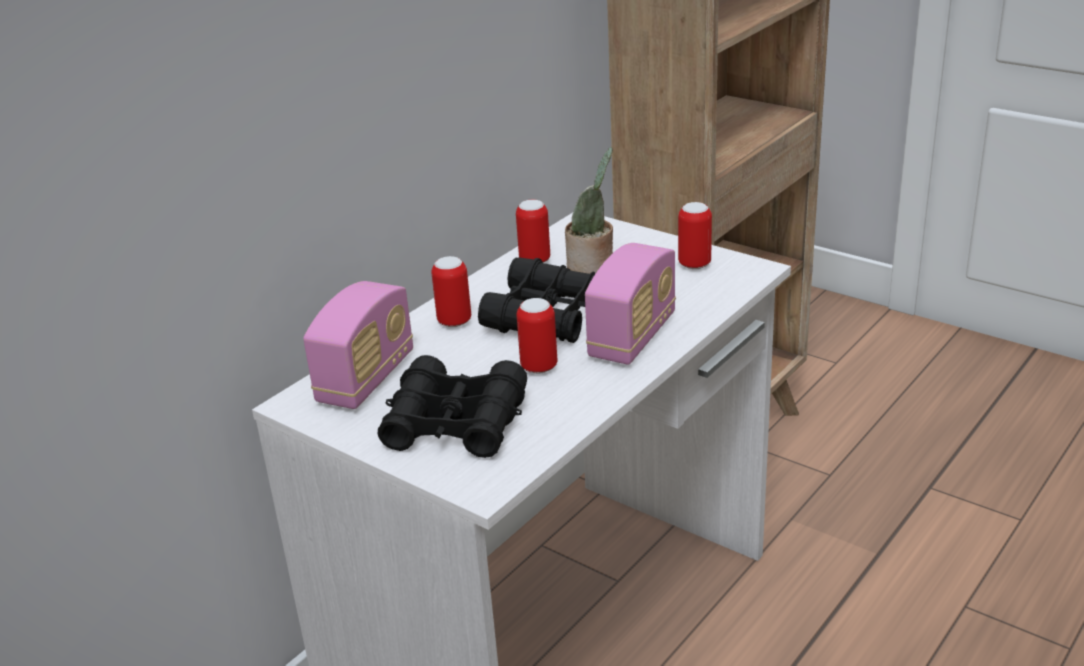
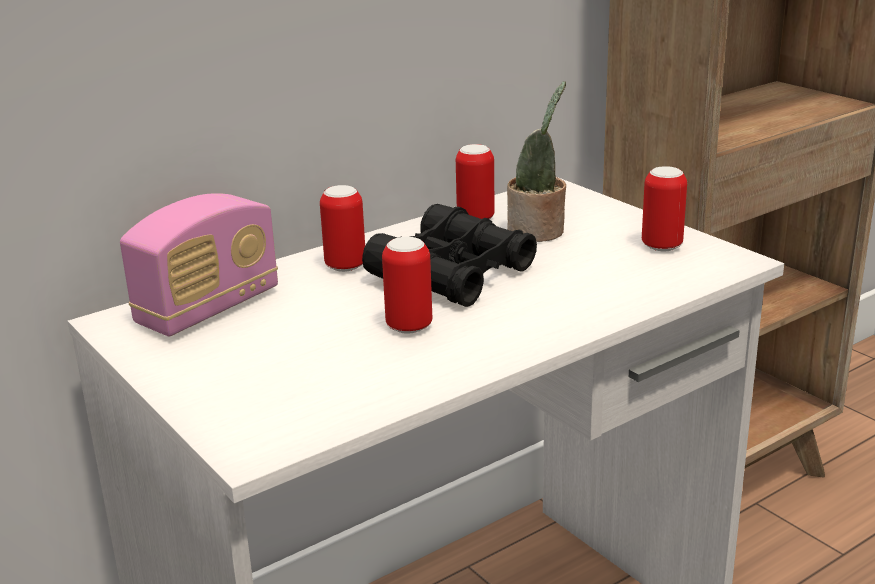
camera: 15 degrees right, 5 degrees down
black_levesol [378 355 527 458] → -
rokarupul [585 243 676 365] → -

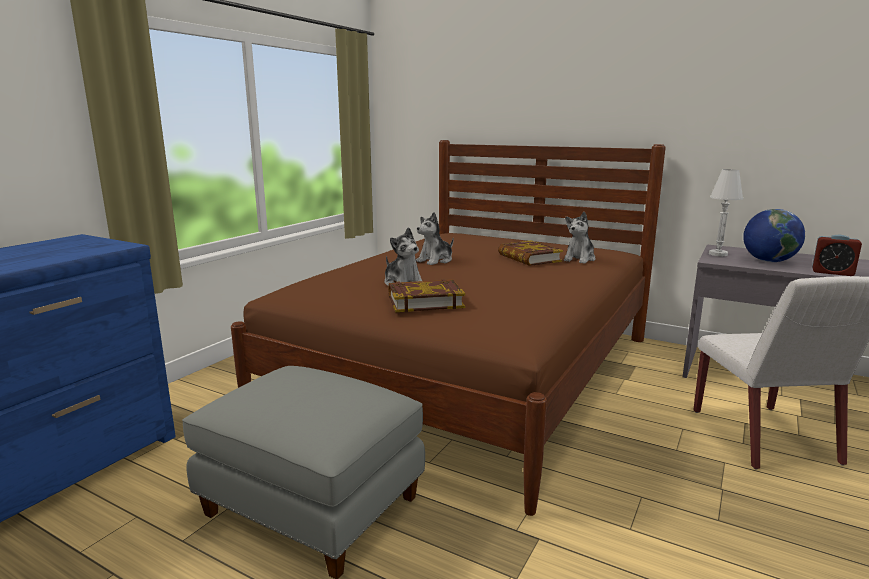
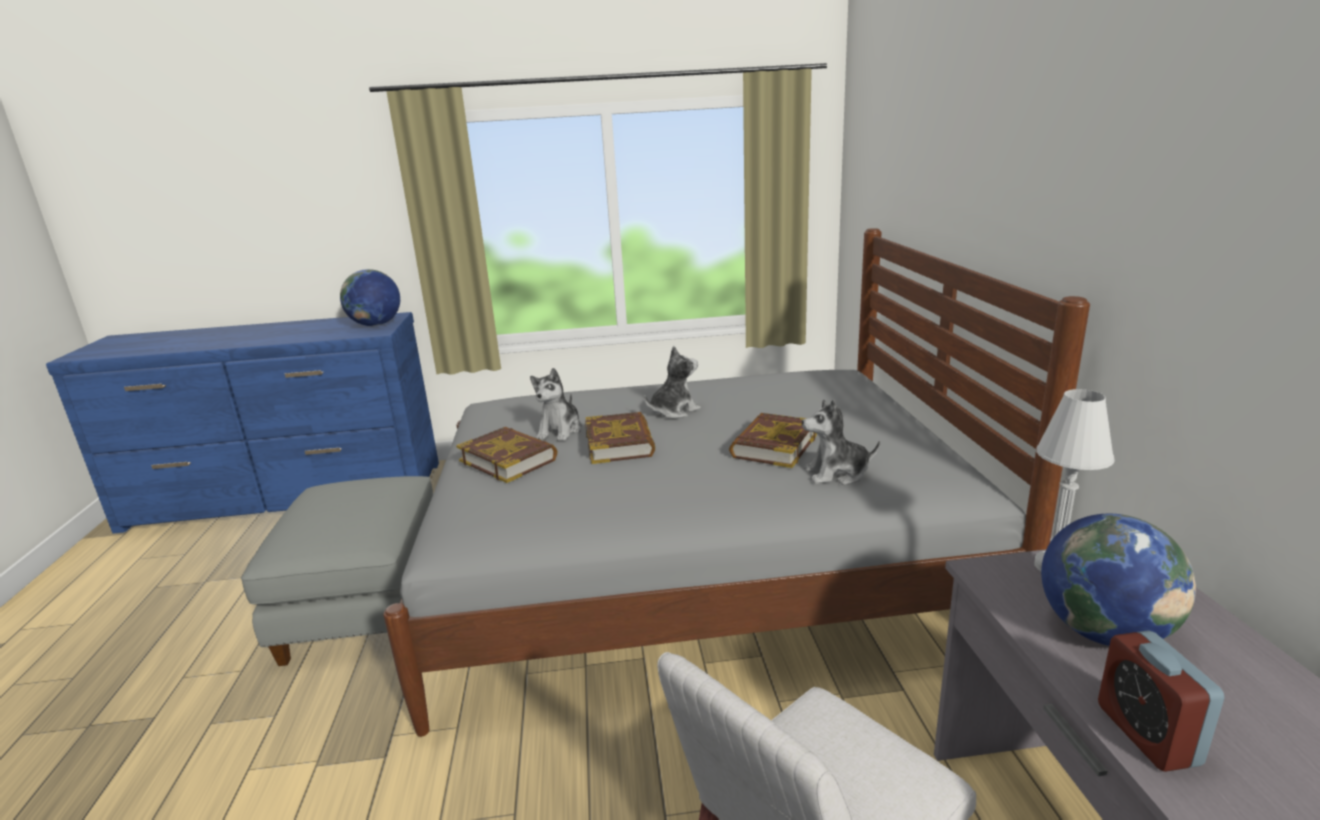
camera: 55 degrees right, 5 degrees up
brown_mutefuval [231 140 666 516] → grey_mutefuval [383 228 1090 737]
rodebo [416 212 454 265] → rodebo [644 346 701 419], 135 degrees clockwise
- → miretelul [340 269 400 326]
- → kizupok [585 412 655 464]

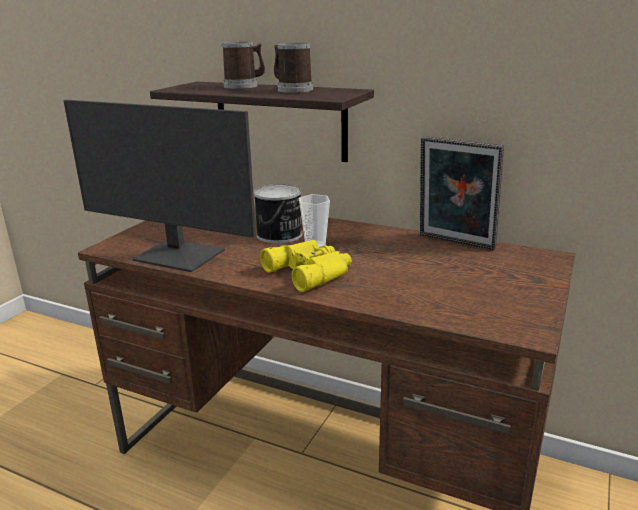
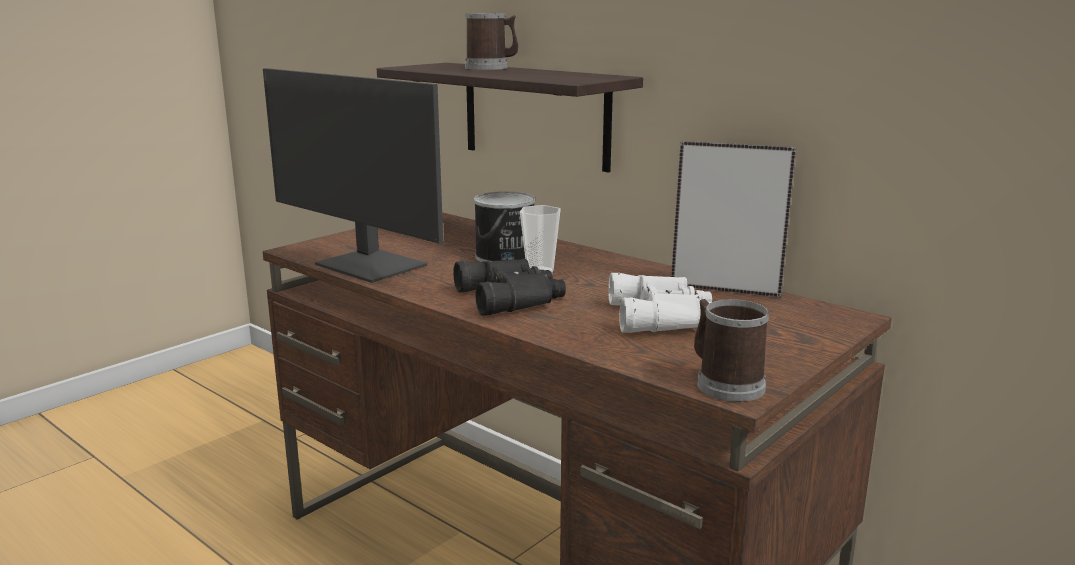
camera: 15 degrees right, 5 degrees down
yellow_levesol [260 240 352 292] → black_levesol [453 259 566 316]
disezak [274 43 313 93] → disezak [694 299 770 402], shifted
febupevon [420 136 504 250] → febupevon [671 141 796 297], 150 degrees clockwise
- → white_levesol [608 273 712 333]

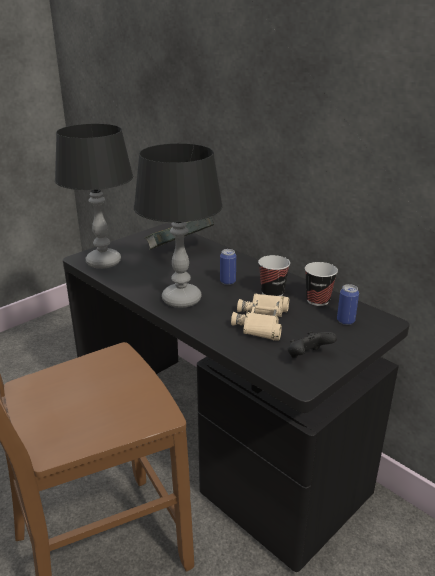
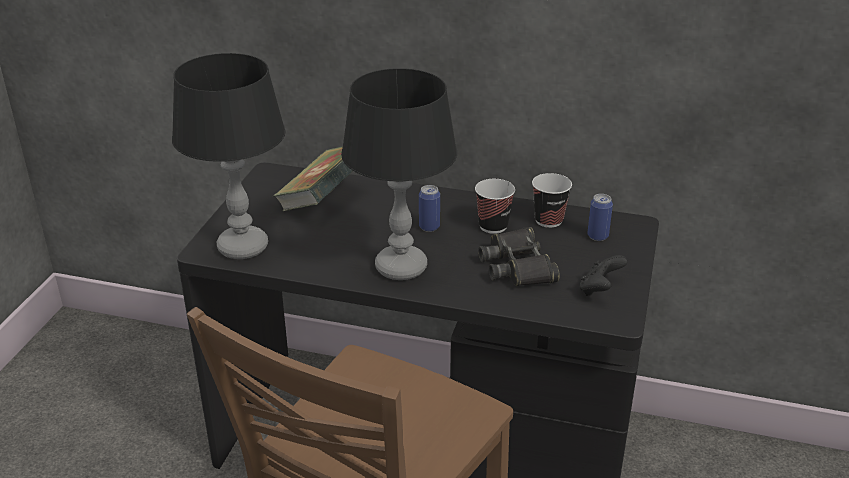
camera: 30 degrees left, 5 degrees up
beige_levesol [231 293 289 341] → black_levesol [478 227 560 286]

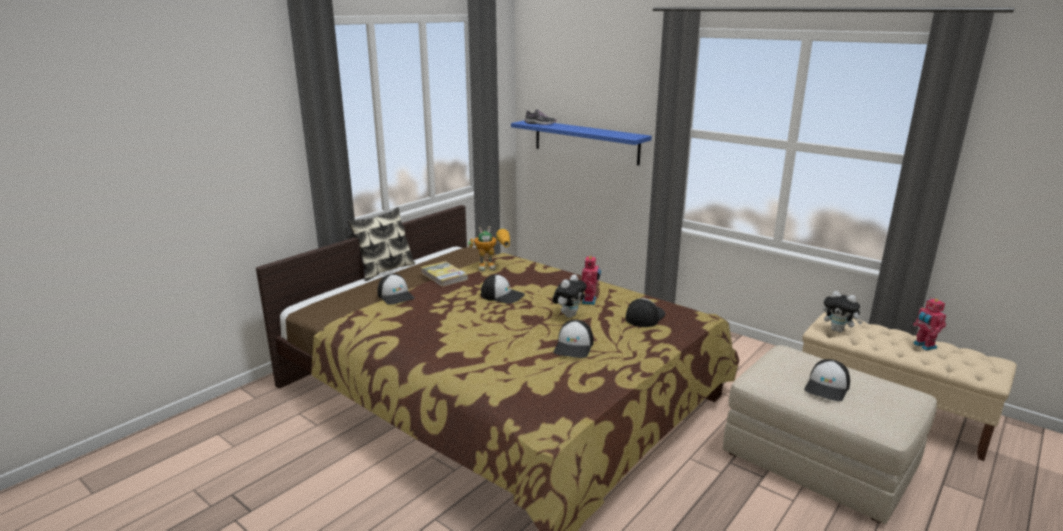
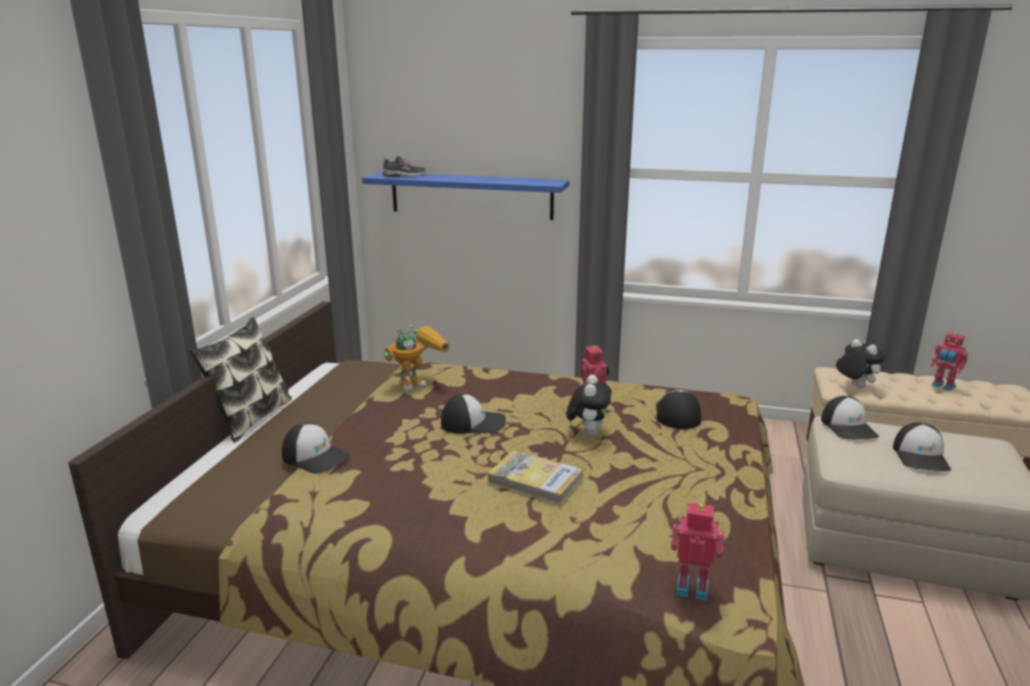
camera: 25 degrees left, 0 degrees up
kizupok [421 261 468 287] → kizupok [488 450 583 505], shifted
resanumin [553 320 593 358] → resanumin [821 396 879 440], shifted
rodebo [823 291 862 333] → rodebo [836 339 885 388], 135 degrees counterclockwise
- → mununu [671 502 725 601]

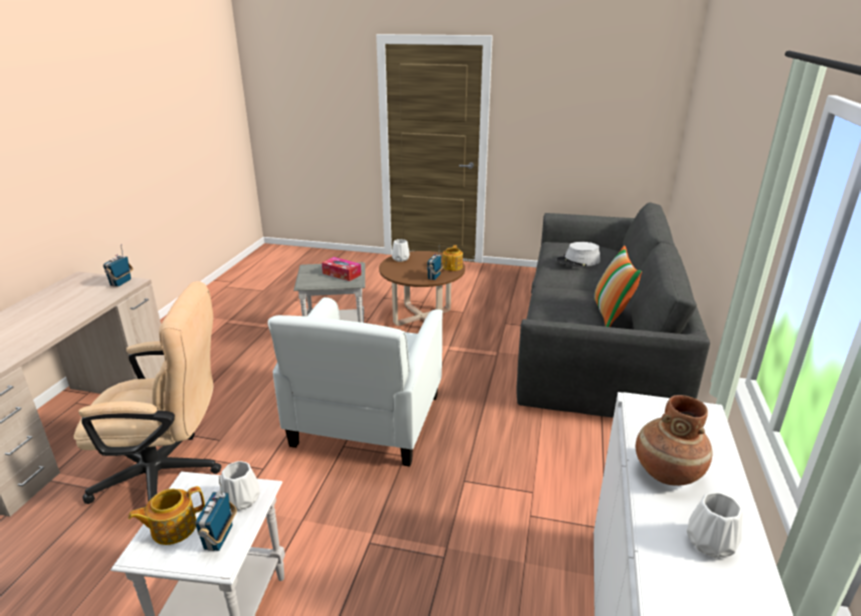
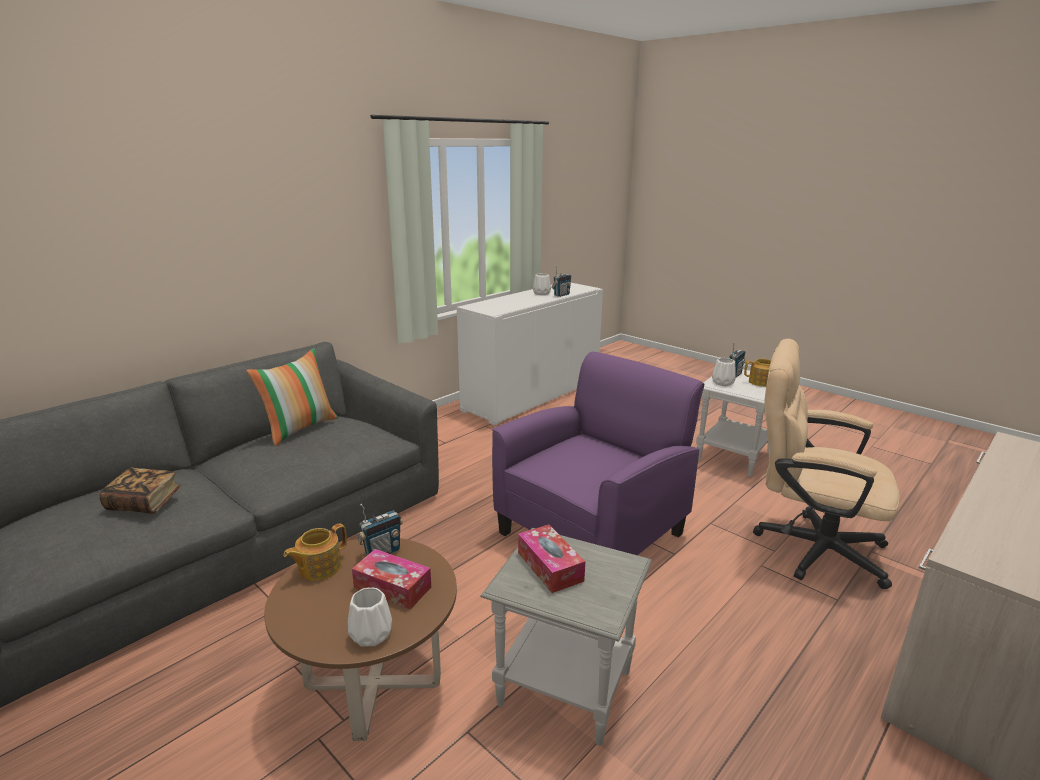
camera: 150 degrees left, 5 degrees down
rokarupul [103 244 133 287] → rokarupul [551 266 571 297], shifted
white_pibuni [268 297 443 467] → purple_pibuni [492 352 704 555]
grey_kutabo [557 242 600 267] → kizupok [99 468 181 514]
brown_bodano [636 395 712 486] → -
- → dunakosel [352 549 431 609]

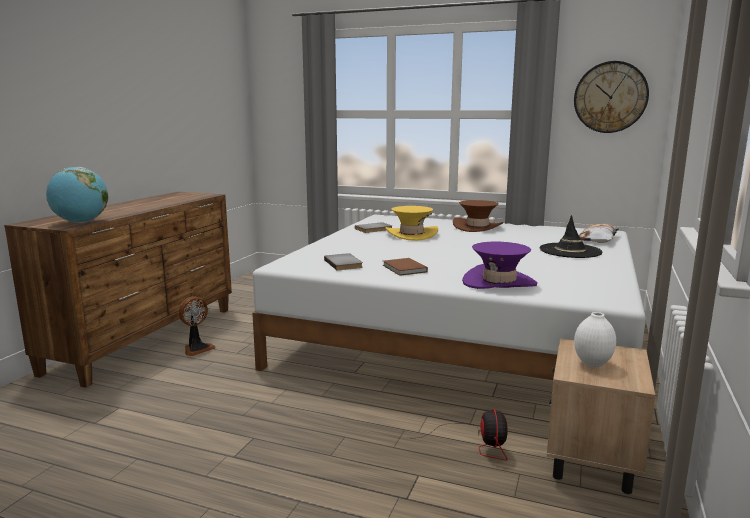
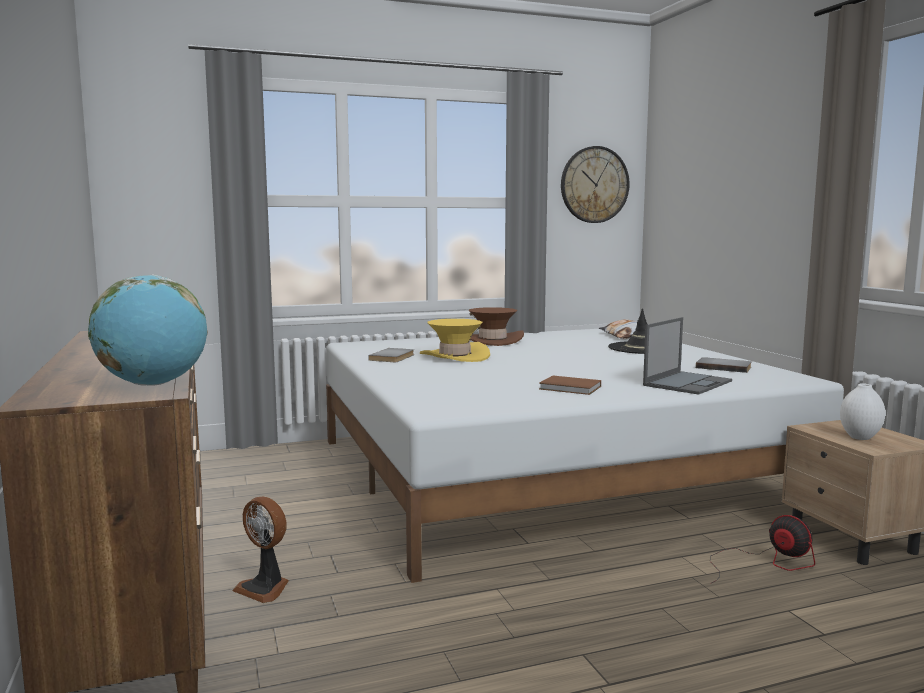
camera: 40 degrees left, 5 degrees down
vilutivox [178 297 215 356] → vilutivox [232 496 288 603], 120 degrees clockwise
grey_kizupok [324 253 363 270] → grey_kizupok [696 357 751 373], shifted
purple_kutabo [462 242 537 289] → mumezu [643 317 732 395]

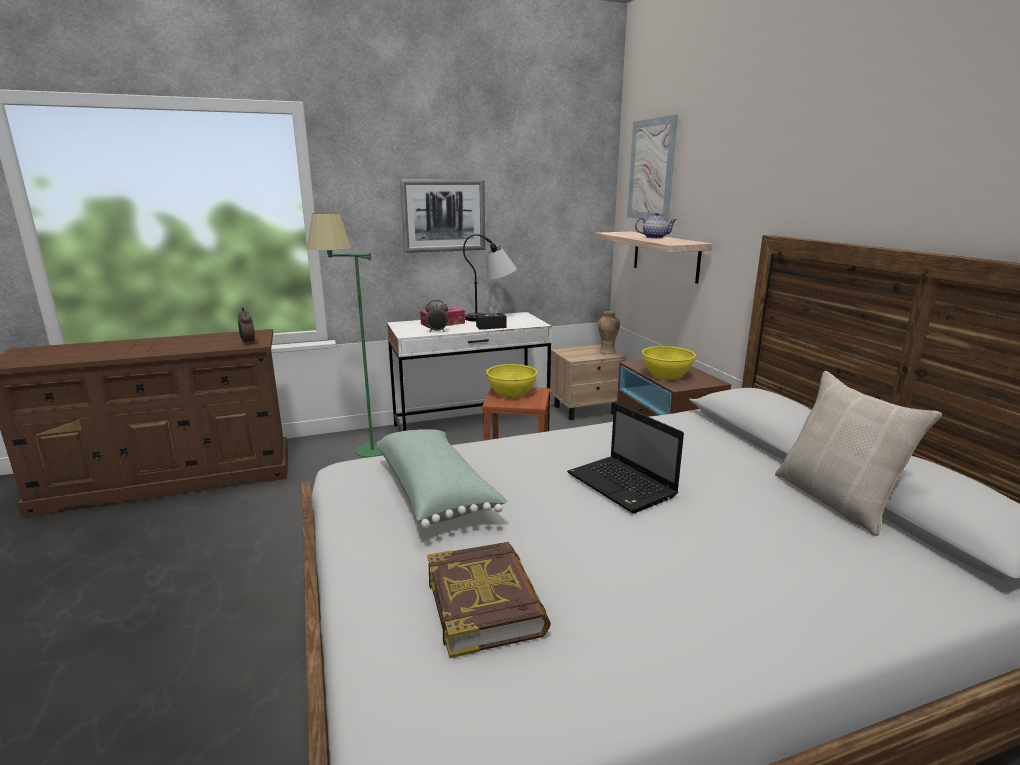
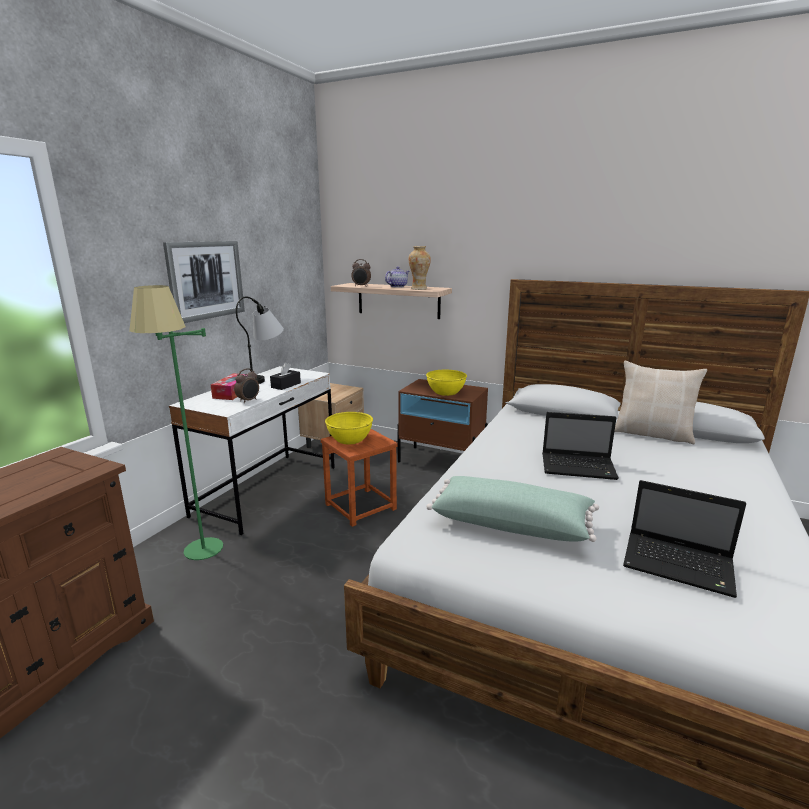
camera: 45 degrees left, 0 degrees up
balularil [238 307 255 345] → balularil [351 259 371 286], shifted
kizupok [428 542 551 658] → mumezu [623 480 746 598]
bodano [598 311 620 354] → bodano [409 246 431 290], shifted
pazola [627 114 678 221] → -

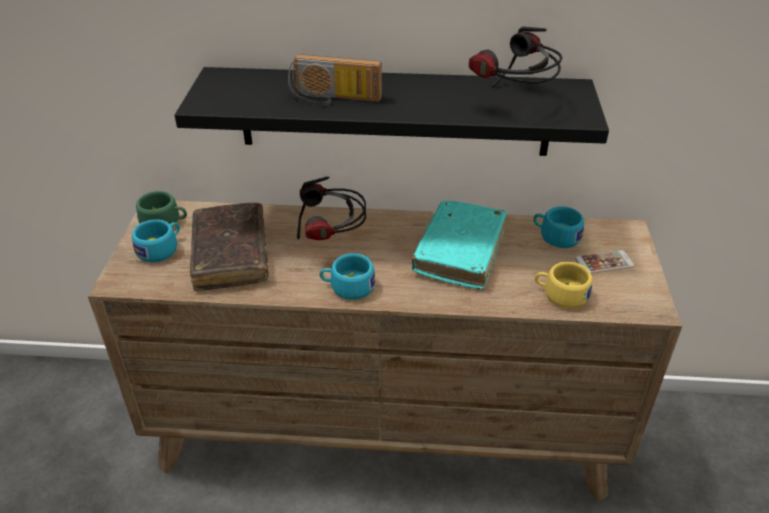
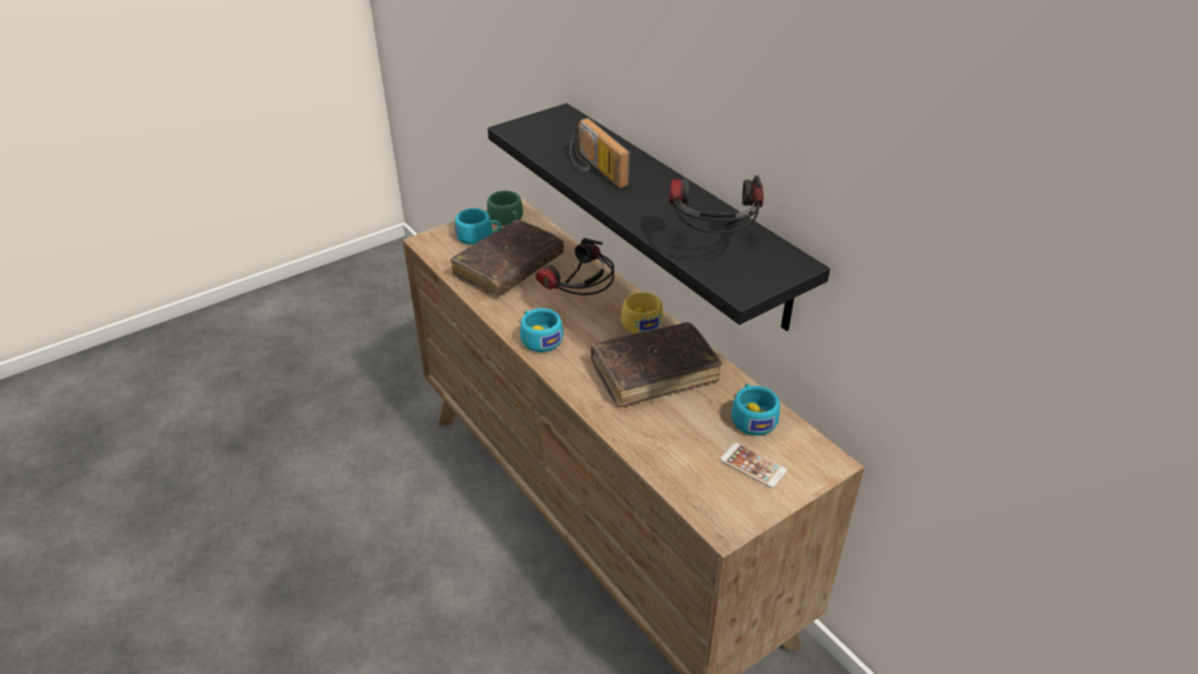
camera: 50 degrees right, 0 degrees up
turquoise_kizupok [411 201 507 289] → brown_kizupok [590 322 722 408]
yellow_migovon [535 262 593 309] → yellow_migovon [621 292 663 334], shifted

